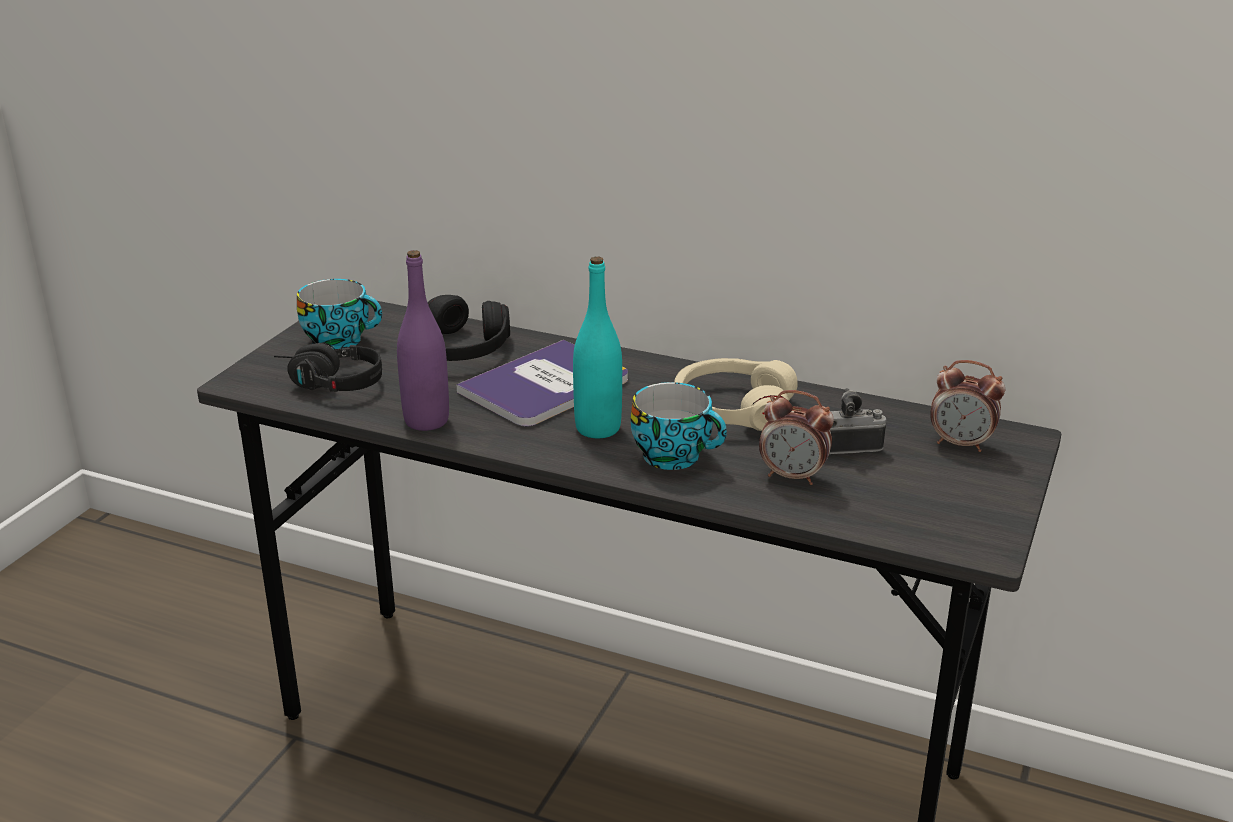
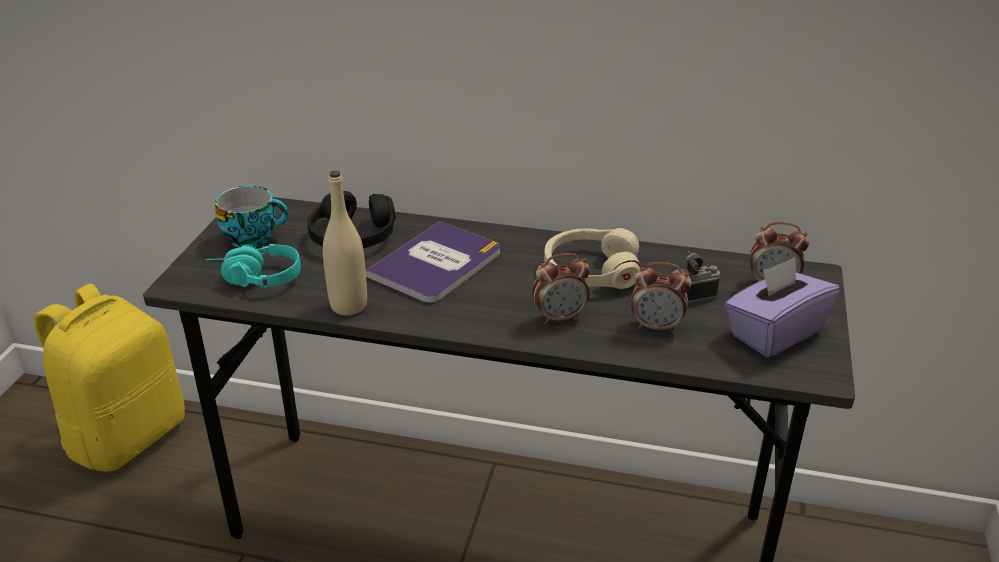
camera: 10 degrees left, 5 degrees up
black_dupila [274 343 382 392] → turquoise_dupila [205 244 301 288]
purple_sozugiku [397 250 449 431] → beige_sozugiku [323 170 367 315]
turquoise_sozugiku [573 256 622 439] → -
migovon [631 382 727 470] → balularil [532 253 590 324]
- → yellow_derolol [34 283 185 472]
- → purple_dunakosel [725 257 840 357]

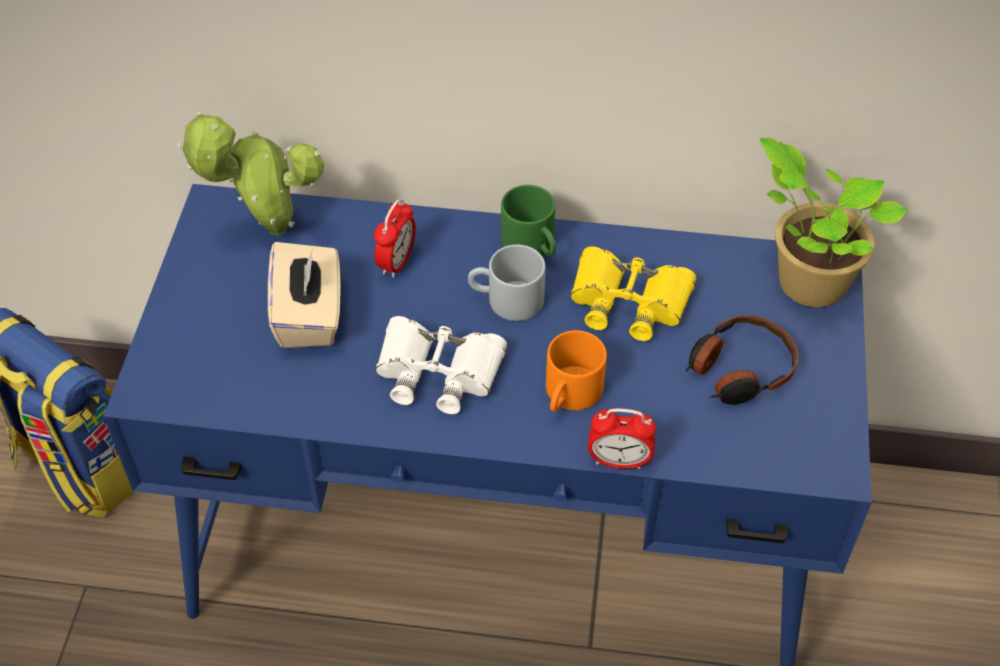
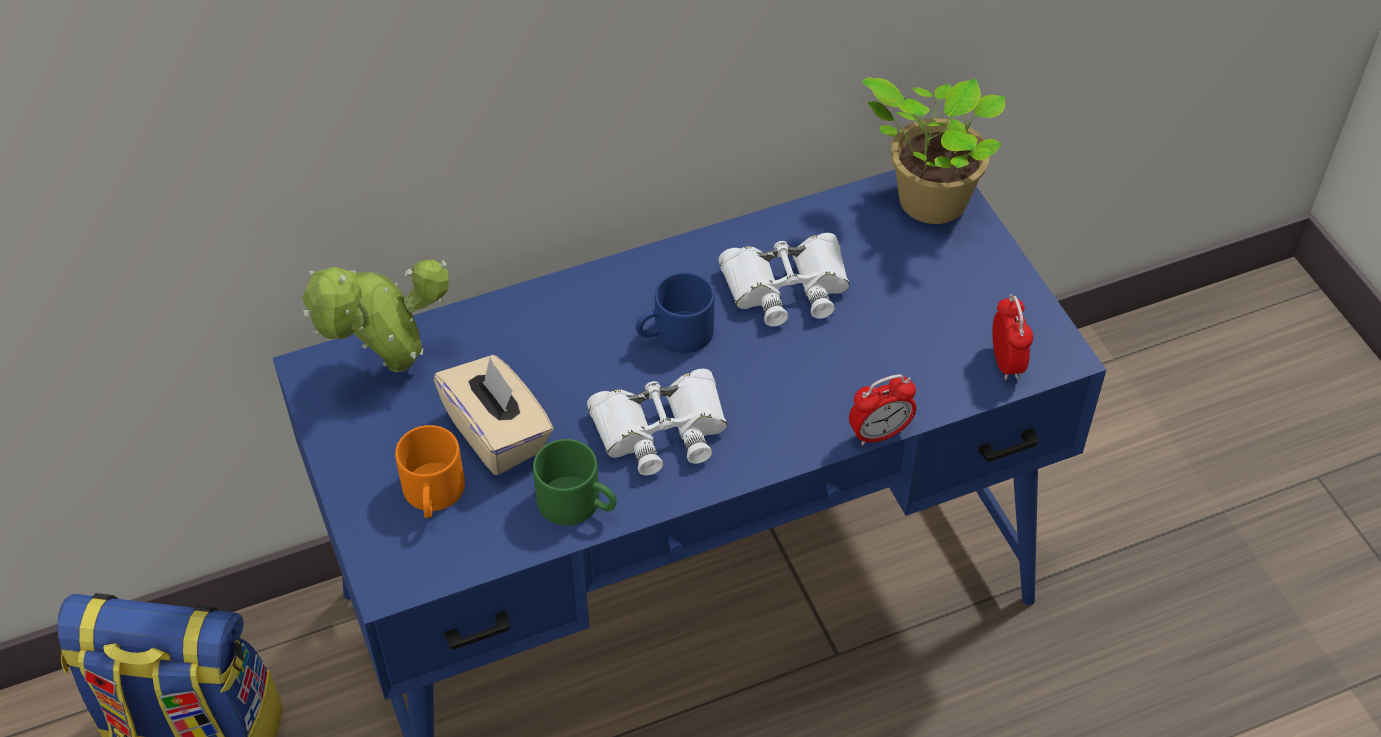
camera: 30 degrees left, 0 degrees up
balularil [374 199 416 278] → balularil [992 294 1033 380], shifted
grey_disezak [468 245 545 321] → blue_disezak [636 272 714 353]
green_disezak [501 185 556 257] → green_disezak [533 439 617 525], shifted
orange_disezak [546 330 607 412] → orange_disezak [395 425 465 518], shifted
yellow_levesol [570 246 696 341] → white_levesol [719 233 850 327]
dupila [685 315 799 405] → -

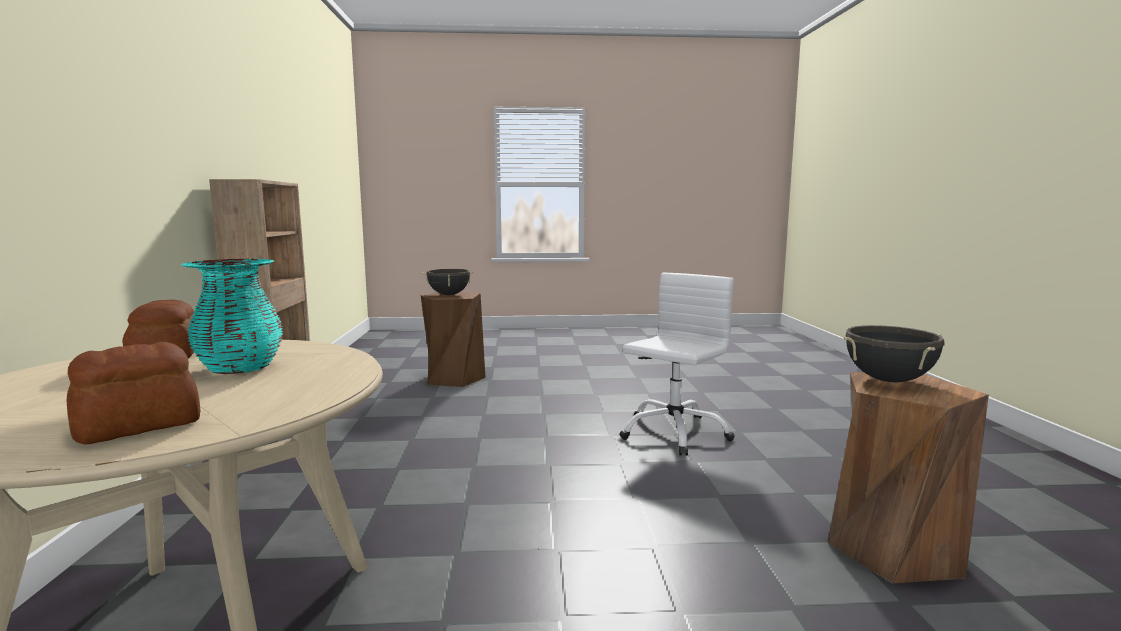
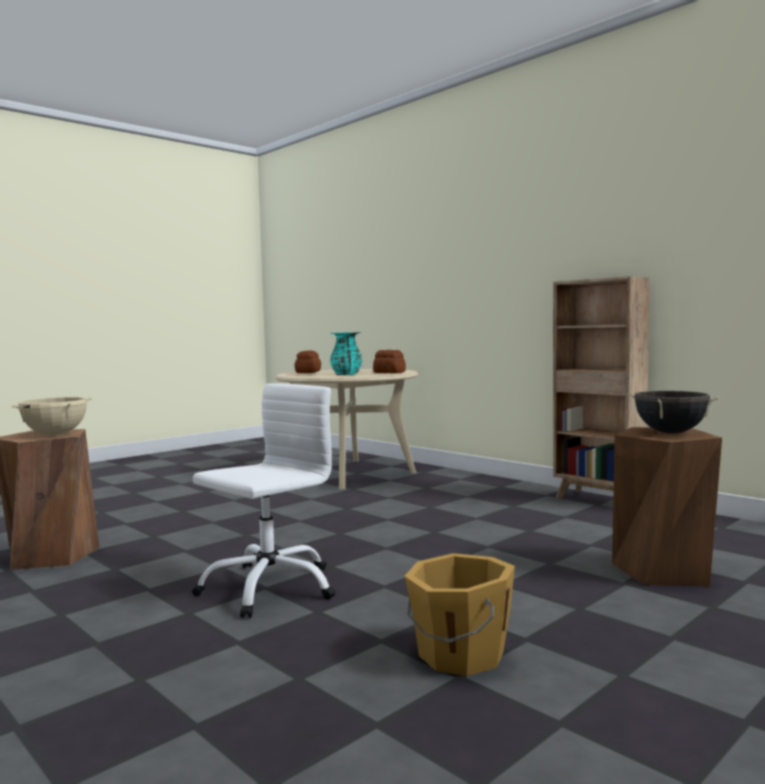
camera: 140 degrees right, 5 degrees down
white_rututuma [620 273 735 456] → white_rututuma [192 383 336 618], 135 degrees counterclockwise
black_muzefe [844 325 944 382] → beige_muzefe [12 397 91 435]
- → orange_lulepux [404 553 515 676]

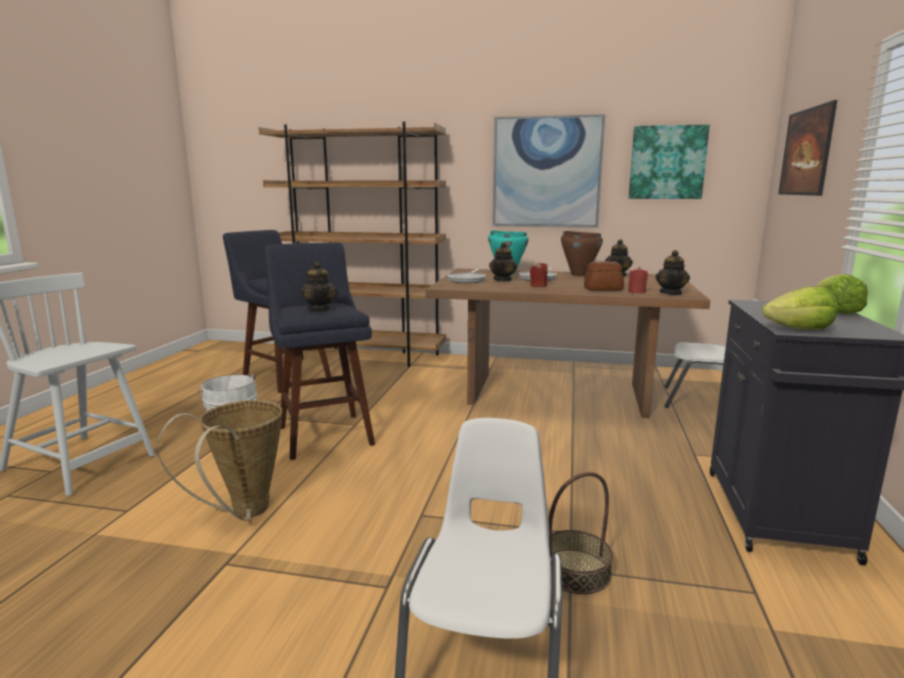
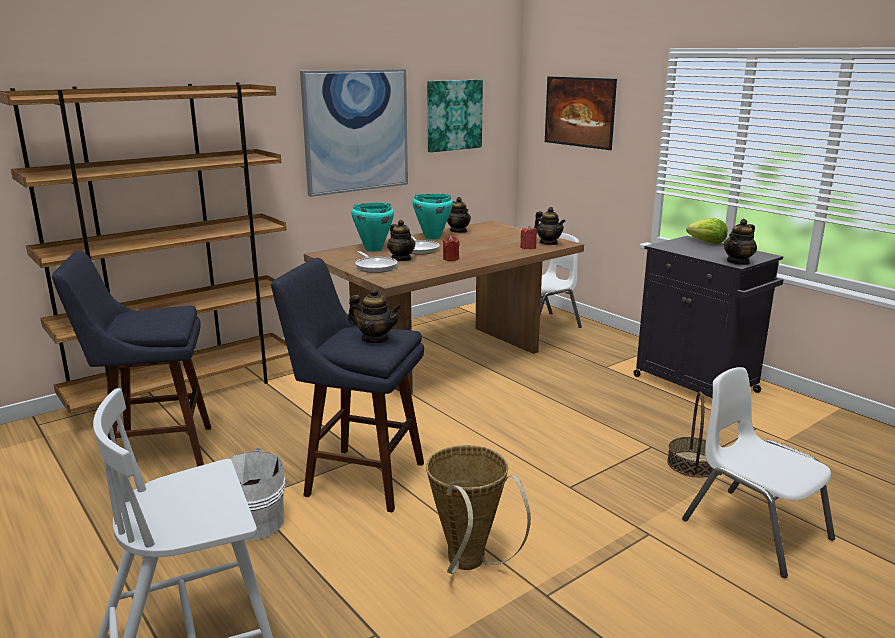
camera: 50 degrees left, 5 degrees up
brown_muzefe [561 231 603 276] → turquoise_muzefe [412 194 453 239]
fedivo [584 261 624 291] → -
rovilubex [762 286 838 330] → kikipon [724 219 757 265]

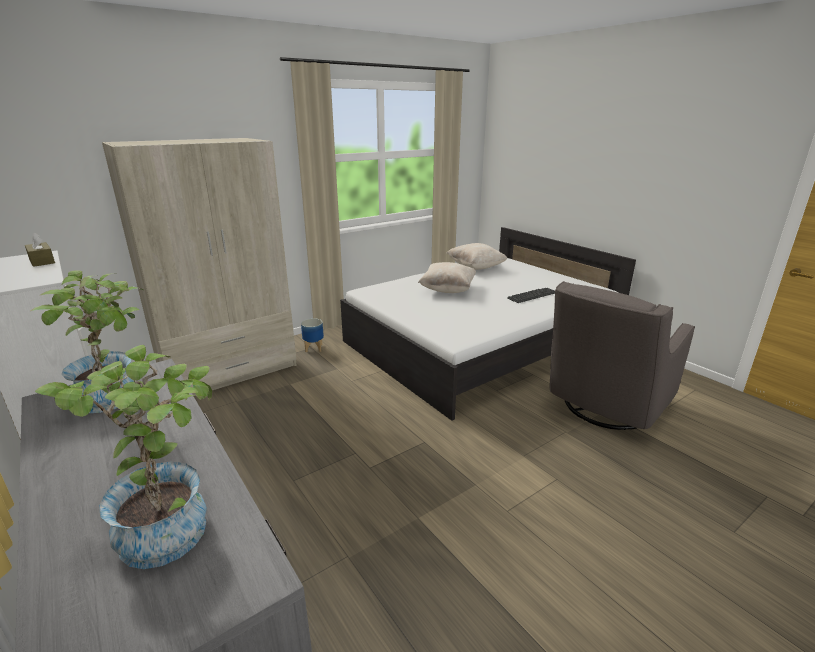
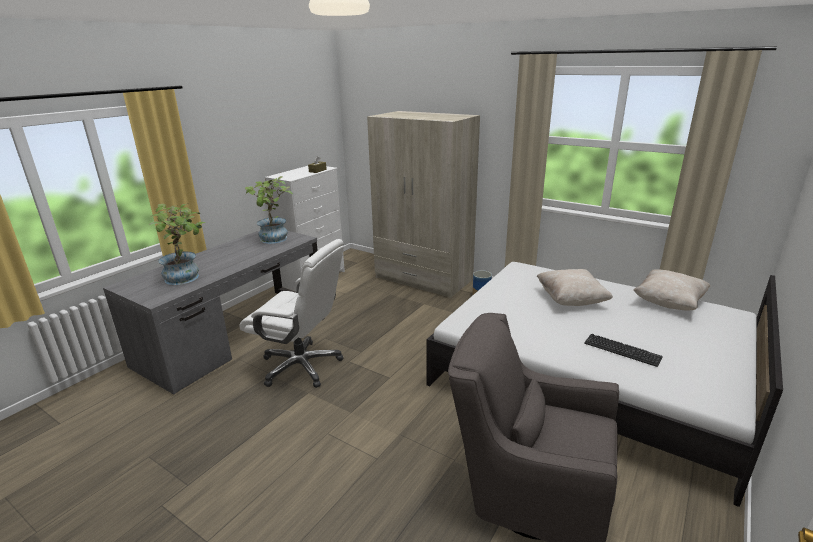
camera: 70 degrees right, 0 degrees up
- → white_rututuma [239 239 344 388]

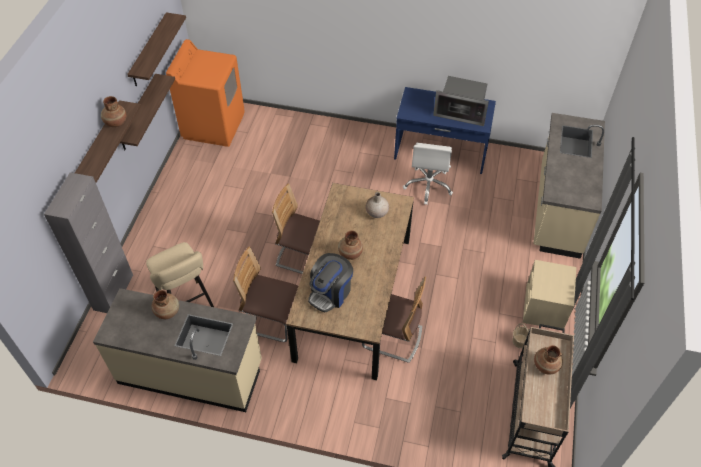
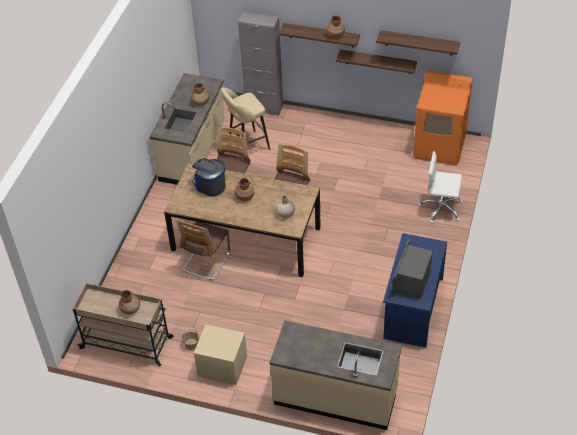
camera: 95 degrees right, 5 degrees down
white_rututuma [403 143 453 204] → white_rututuma [418 151 462 223], shifted

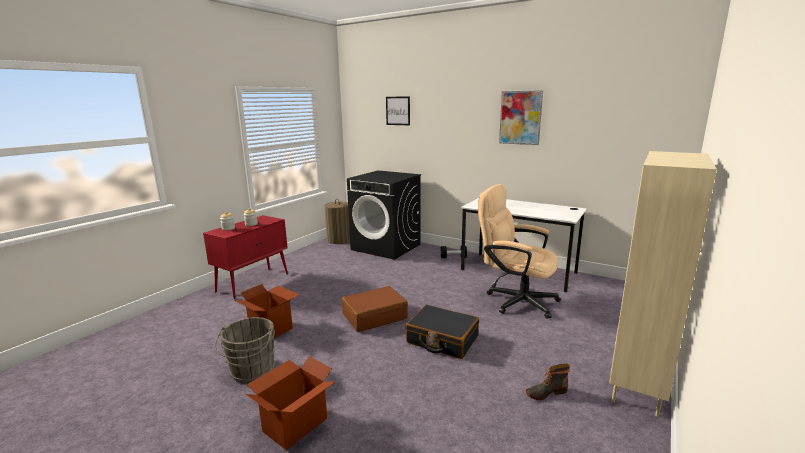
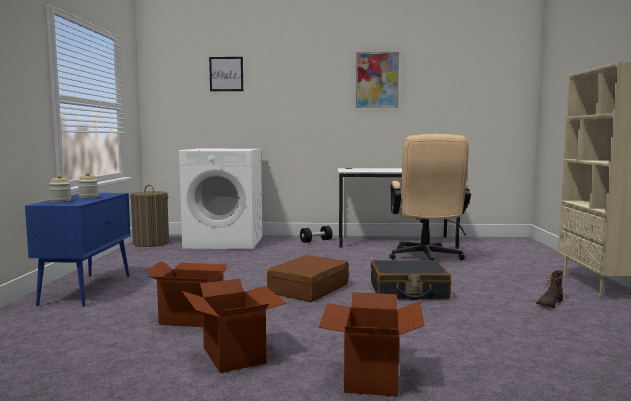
camera: 30 degrees left, 10 degrees down
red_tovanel [203 215 288 299] → blue_tovanel [25 193 131 307]
grey_lulepux [215 317 275 383] → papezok [182 279 287 373]
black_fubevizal [347 170 421 260] → white_fubevizal [179 149 262 249]
beige_rututuma [478 184 561 319] → beige_rututuma [389 134 471 260], 90 degrees counterclockwise

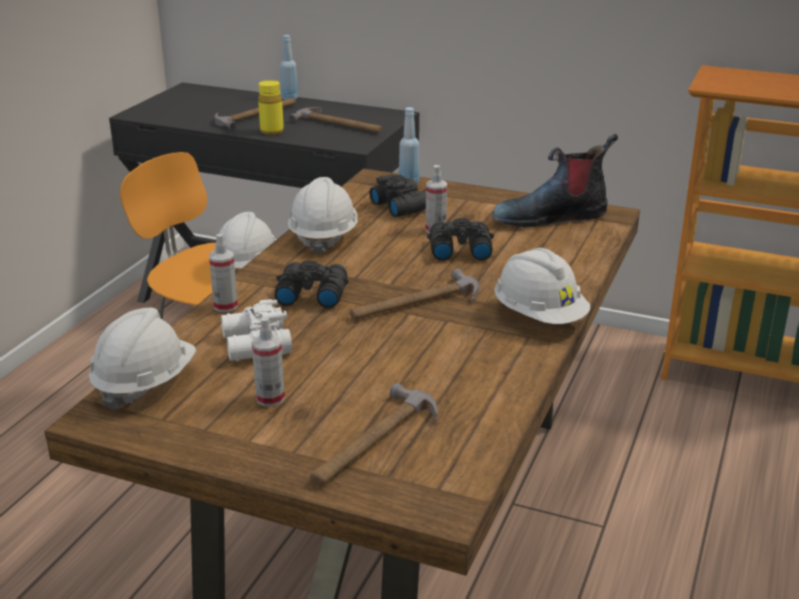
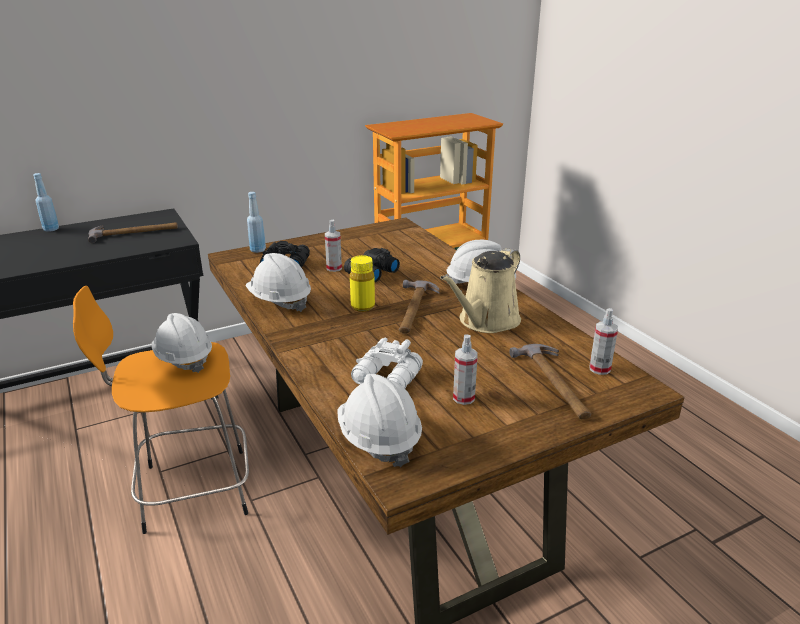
camera: 50 degrees left, 0 degrees up
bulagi [209 234 238 312] → bulagi [589 308 618 375], shifted
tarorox [215 98 296 130] → -
yellow_sozugiku [258 80 284 135] → yellow_sozugiku [350 255 375 312], shifted
black_levesol [275 261 349 308] → -
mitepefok [492 134 618 227] → -
- → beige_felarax [440 248 521 333]

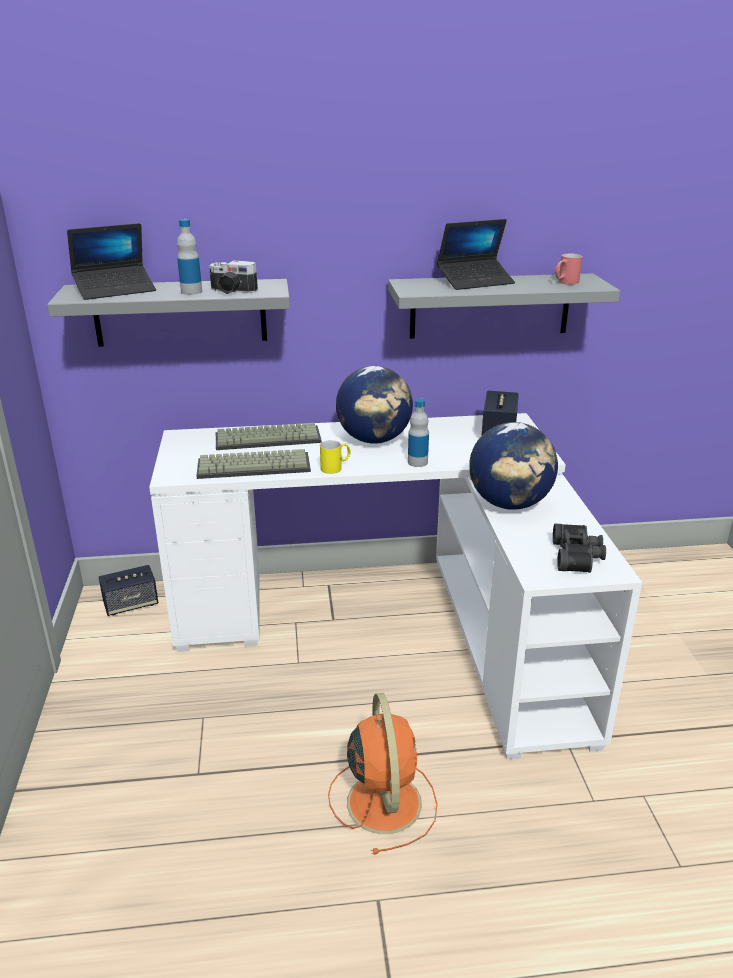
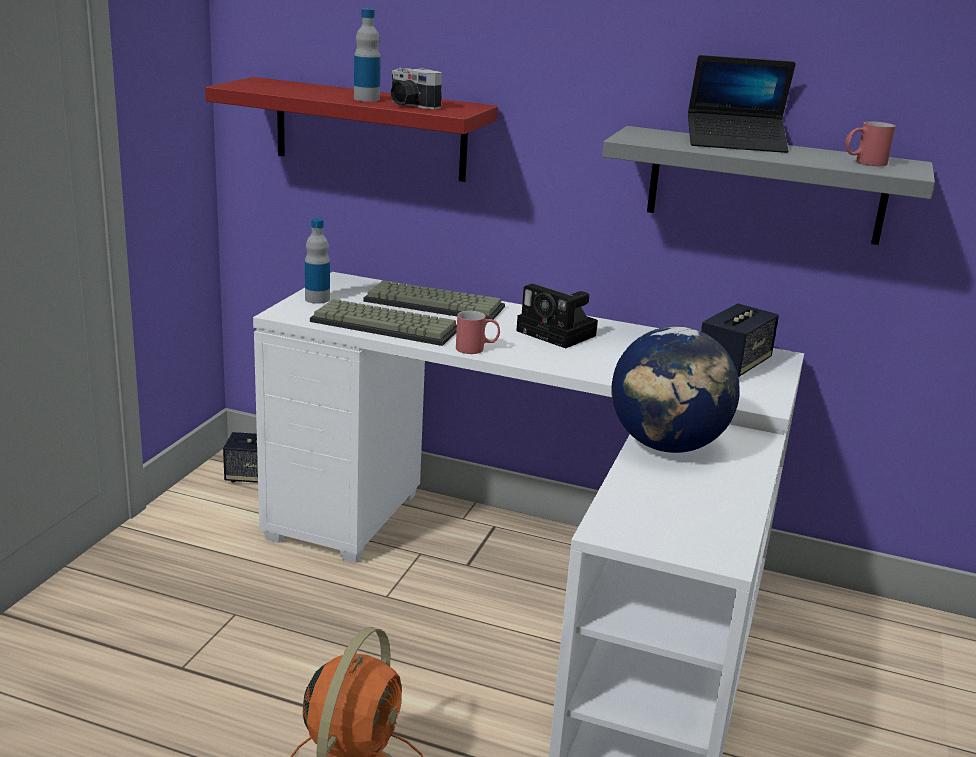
camera: 25 degrees right, 5 degrees down
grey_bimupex [47 279 290 347] → red_bimupex [205 77 498 182]
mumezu [67 223 156 300] → -
yellow_disezak [320 440 351 474] → red_disezak [456 311 500 354]
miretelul [336 366 413 444] → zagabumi [516 284 598 348]
sozugiku [408 398 429 467] → sozugiku [305 218 330 304], shifted
black_levesol [553 524 606 573] → -

